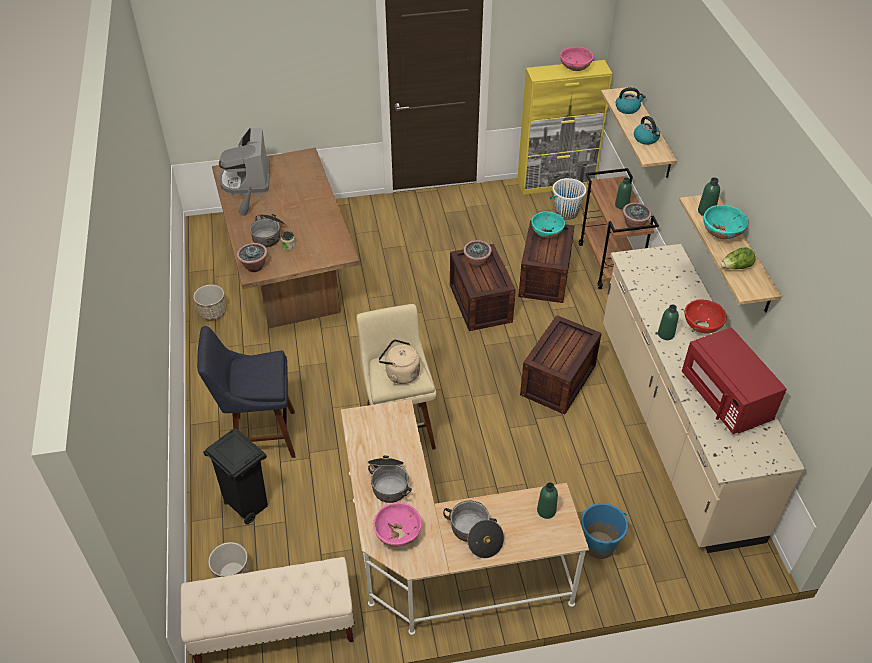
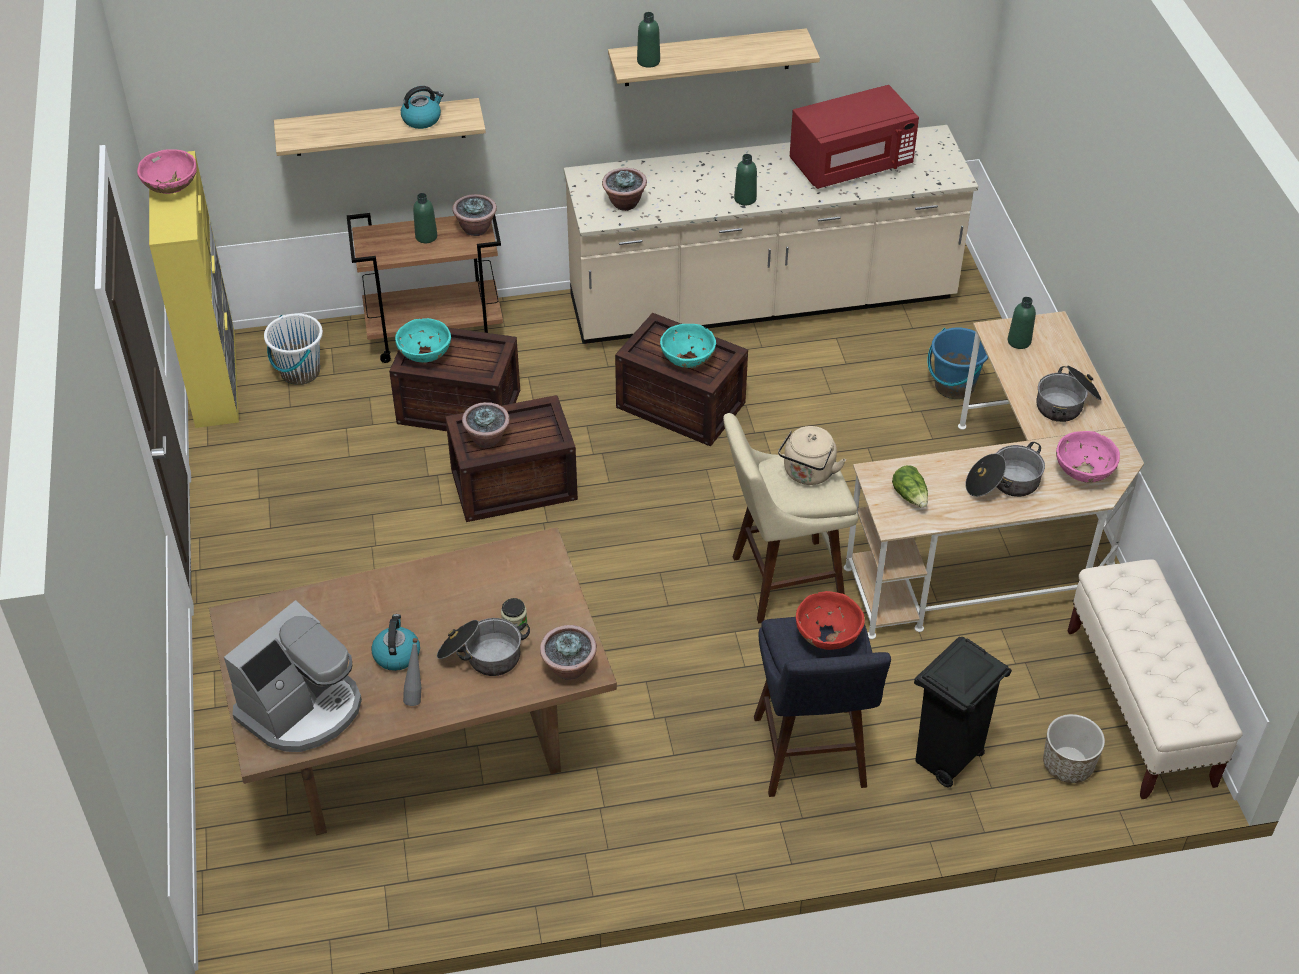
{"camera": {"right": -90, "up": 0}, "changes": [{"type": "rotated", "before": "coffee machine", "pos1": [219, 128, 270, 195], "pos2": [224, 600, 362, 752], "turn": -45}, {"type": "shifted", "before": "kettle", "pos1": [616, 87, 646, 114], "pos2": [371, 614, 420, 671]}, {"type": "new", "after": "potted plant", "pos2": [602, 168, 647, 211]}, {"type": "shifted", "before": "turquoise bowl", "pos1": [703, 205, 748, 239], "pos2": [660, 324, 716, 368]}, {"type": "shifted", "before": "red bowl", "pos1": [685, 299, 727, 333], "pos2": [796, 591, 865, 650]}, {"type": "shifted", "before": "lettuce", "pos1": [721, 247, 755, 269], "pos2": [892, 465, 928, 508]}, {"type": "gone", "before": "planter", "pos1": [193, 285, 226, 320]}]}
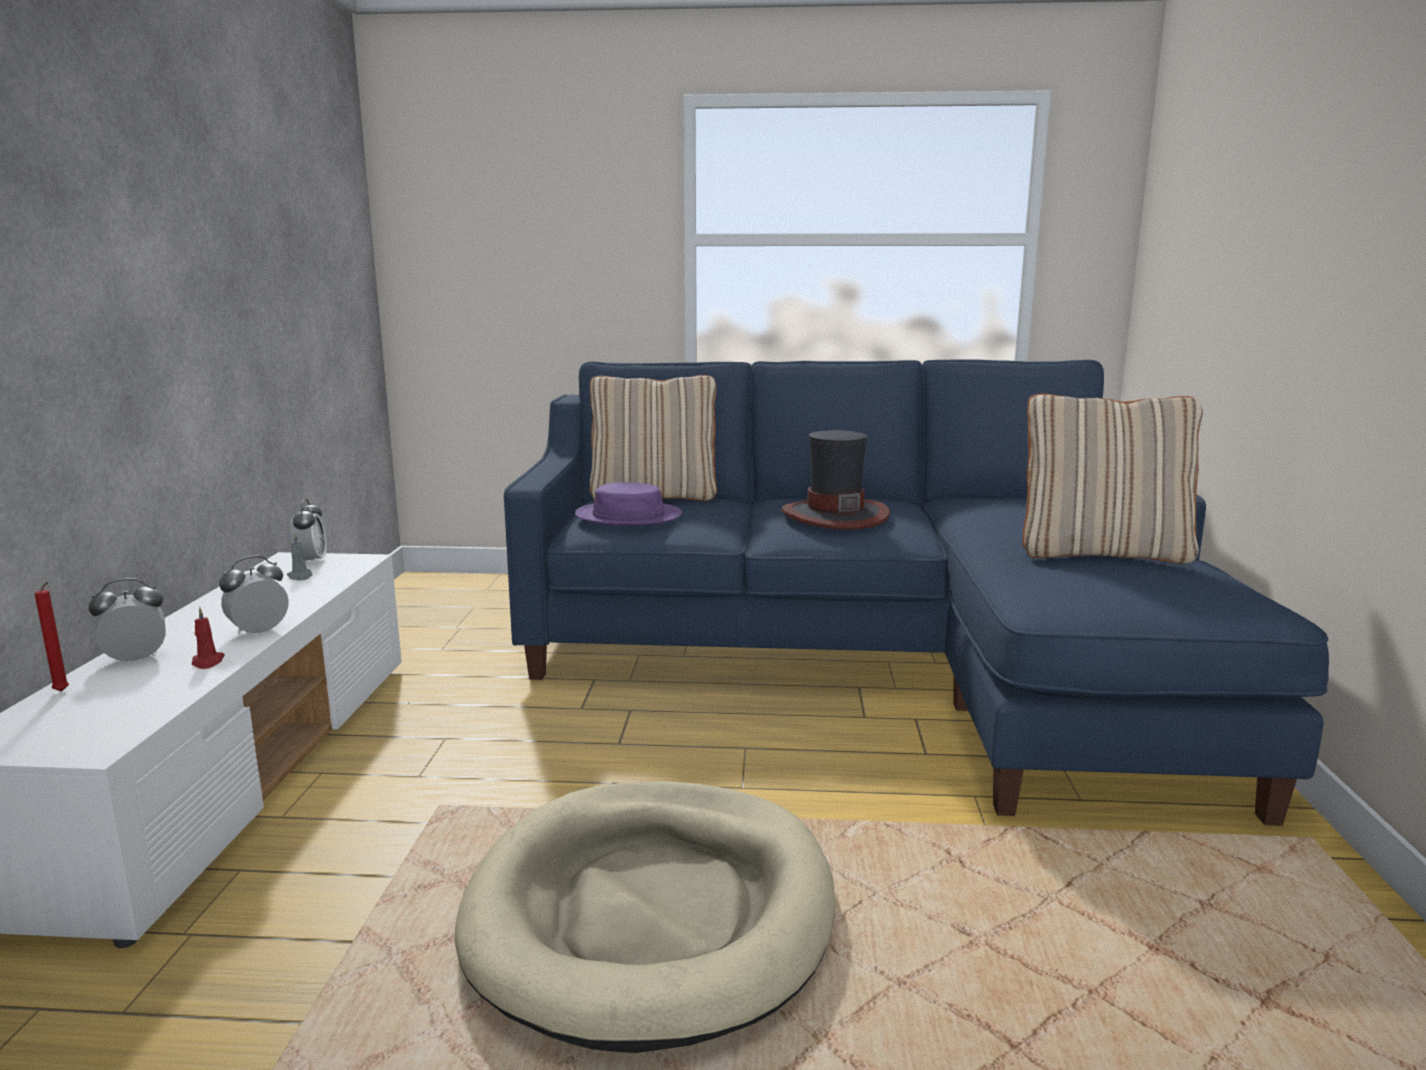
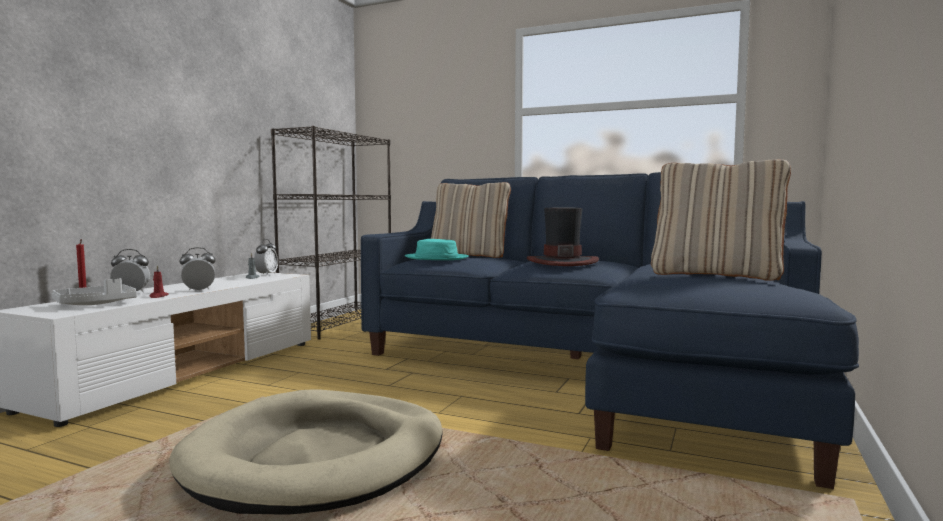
{"camera": {"right": 20, "up": -10}, "changes": [{"type": "new", "after": "grey tray", "pos2": [52, 278, 137, 305]}, {"type": "new", "after": "black bookcase", "pos2": [271, 126, 391, 340]}, {"type": "repainted", "before": "purple hat", "after": "turquoise hat", "pos1": [575, 482, 682, 526], "pos2": [405, 239, 468, 260]}]}
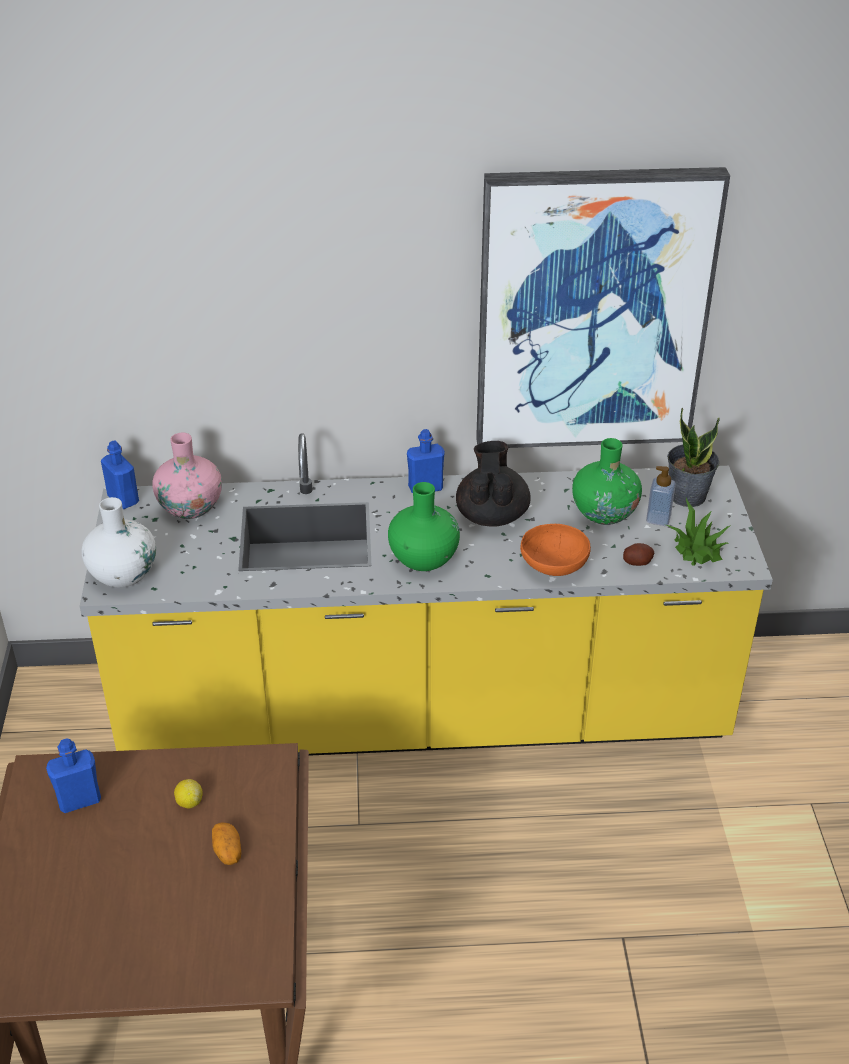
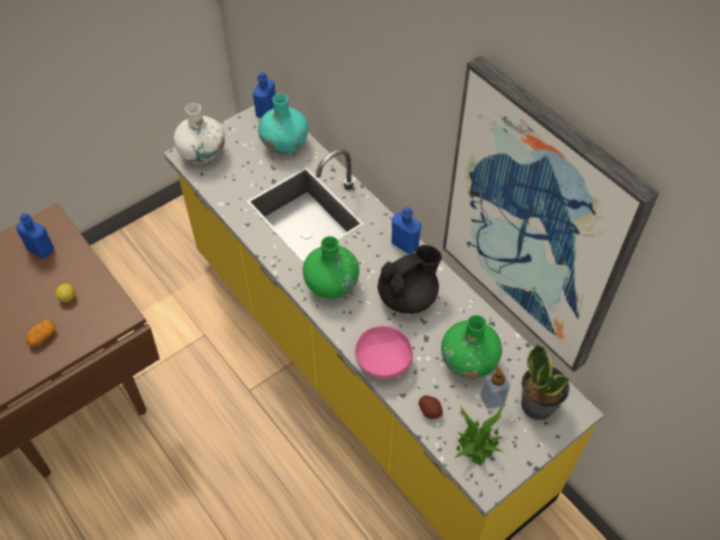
{"camera": {"right": 55, "up": 15}, "changes": [{"type": "repainted", "before": "pink vase", "after": "turquoise vase", "pos1": [152, 433, 222, 519], "pos2": [258, 94, 308, 154]}, {"type": "repainted", "before": "orange bowl", "after": "pink bowl", "pos1": [520, 524, 591, 576], "pos2": [355, 326, 413, 379]}]}
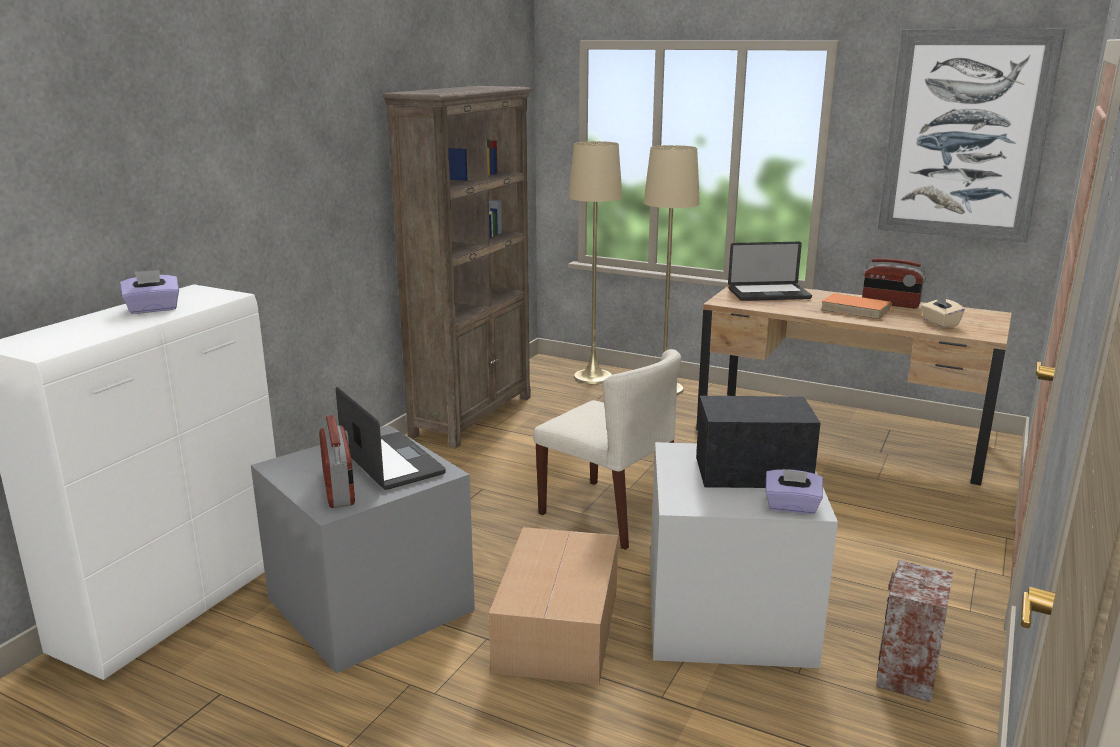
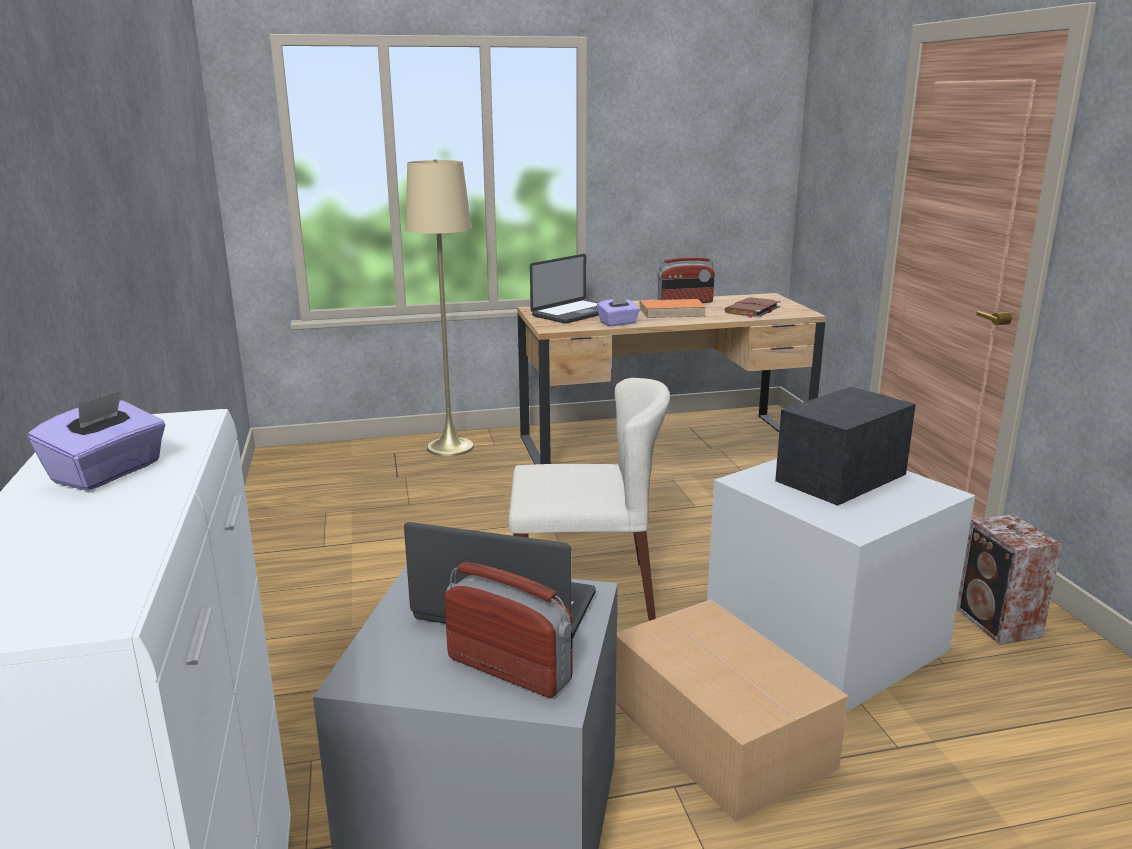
{"camera": {"right": -40, "up": 0}, "changes": [{"type": "shifted", "before": "purple tissue box", "pos1": [765, 469, 823, 514], "pos2": [597, 294, 640, 326]}, {"type": "swapped", "before": "beige tissue box", "after": "brown book", "pos1": [921, 294, 965, 328], "pos2": [724, 297, 781, 318]}, {"type": "gone", "before": "brown bookcase", "pos1": [383, 86, 531, 448]}, {"type": "gone", "before": "beige floor lamp", "pos1": [569, 141, 622, 384]}, {"type": "gone", "before": "picture", "pos1": [878, 29, 1065, 243]}]}
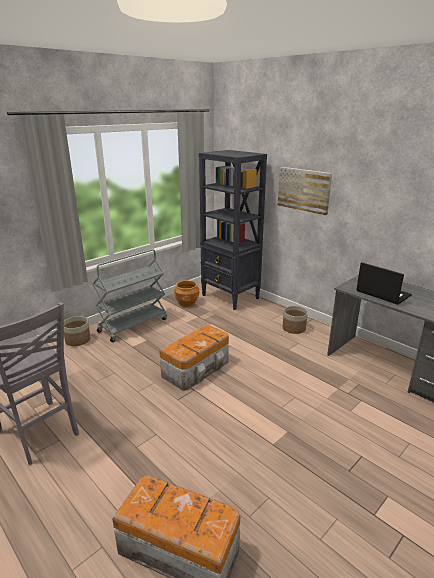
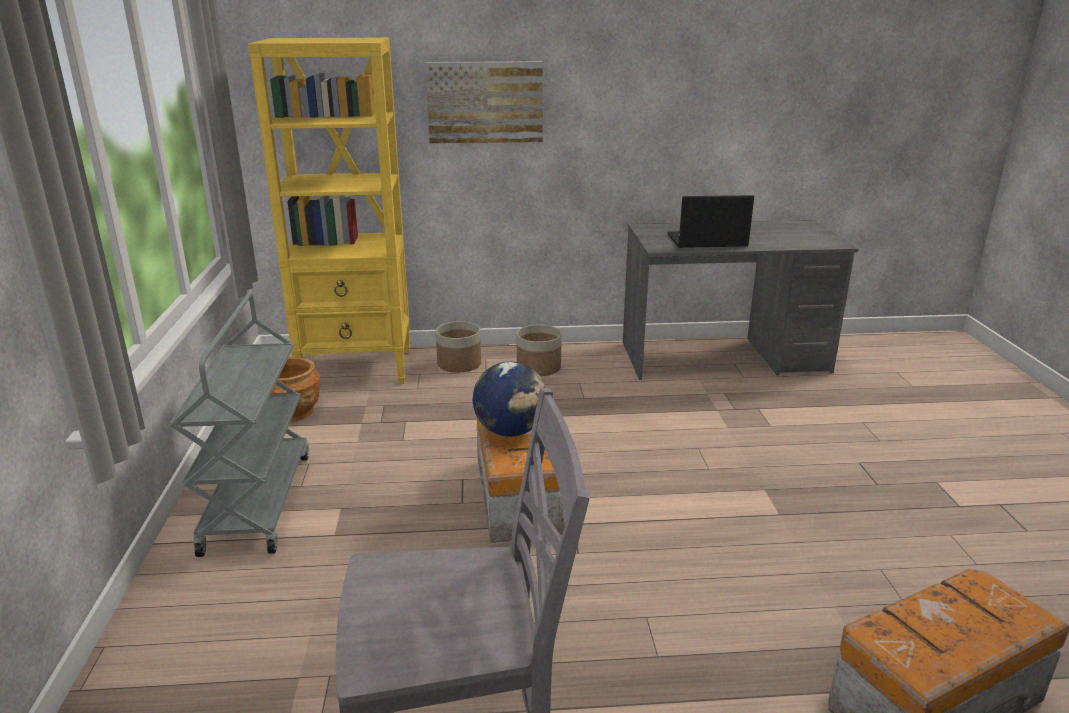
{"camera": {"right": -50, "up": 0}, "changes": [{"type": "repainted", "before": "black bookcase", "after": "yellow bookcase", "pos1": [199, 150, 267, 310], "pos2": [248, 38, 410, 384]}, {"type": "shifted", "before": "planter", "pos1": [64, 316, 91, 346], "pos2": [436, 321, 481, 372]}, {"type": "new", "after": "globe", "pos2": [473, 362, 546, 437]}]}
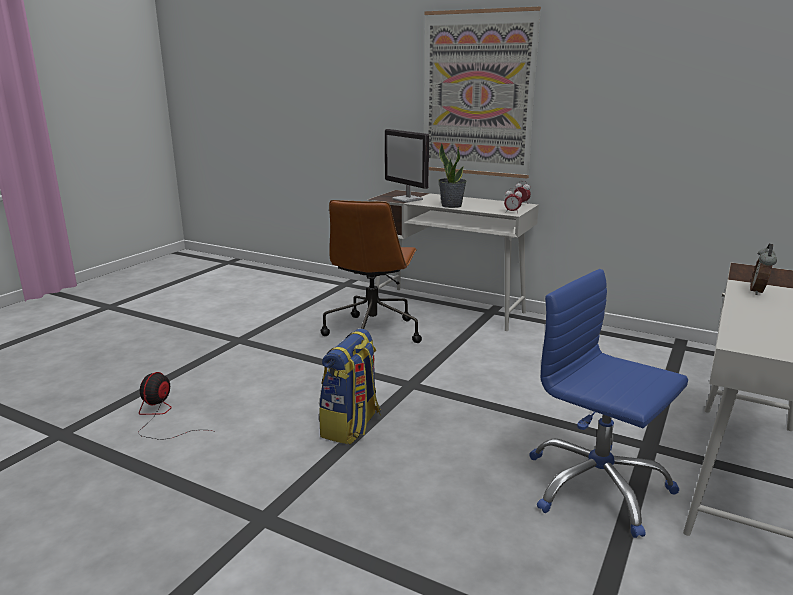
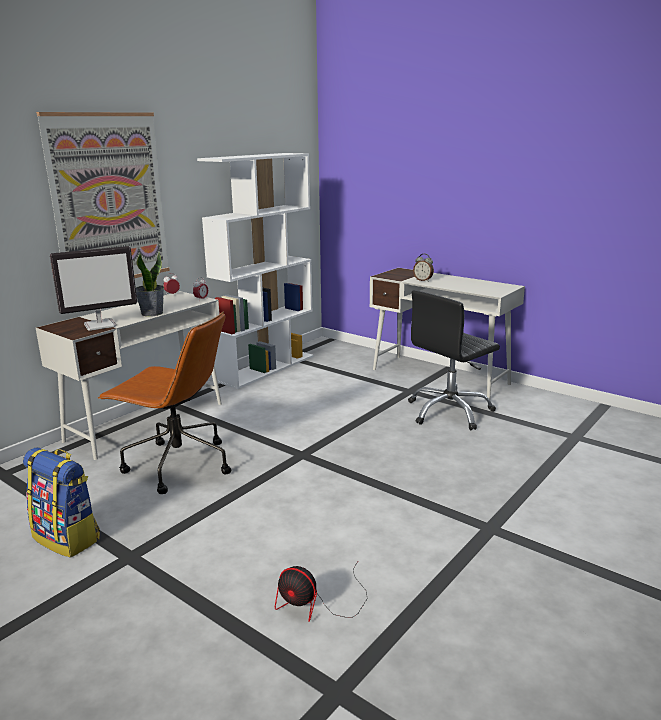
{"camera": {"right": -80, "up": 0}, "changes": [{"type": "shifted", "before": "backpack", "pos1": [319, 328, 381, 444], "pos2": [23, 447, 100, 558]}, {"type": "new", "after": "white bookcase", "pos2": [197, 153, 314, 389]}, {"type": "repainted", "before": "blue office chair", "after": "black office chair", "pos1": [529, 269, 688, 538], "pos2": [408, 290, 500, 430]}]}
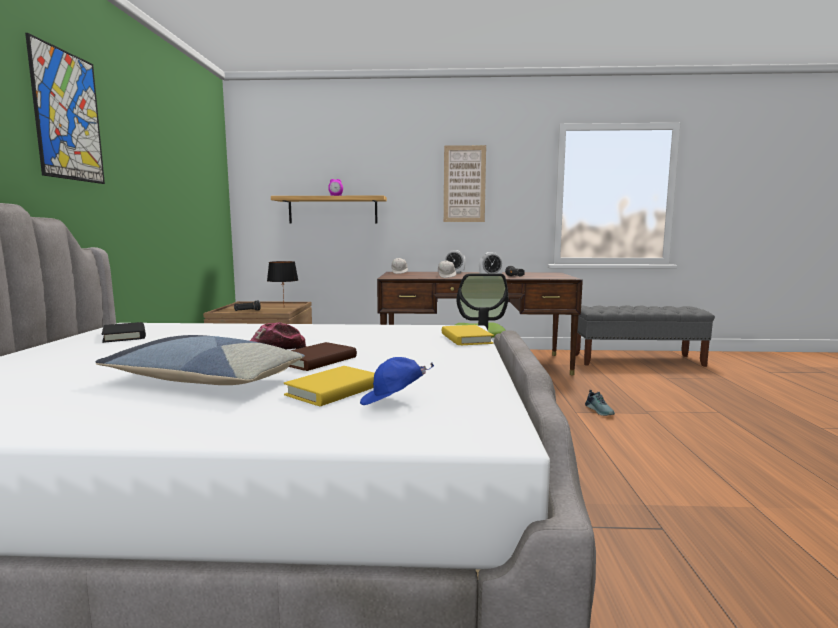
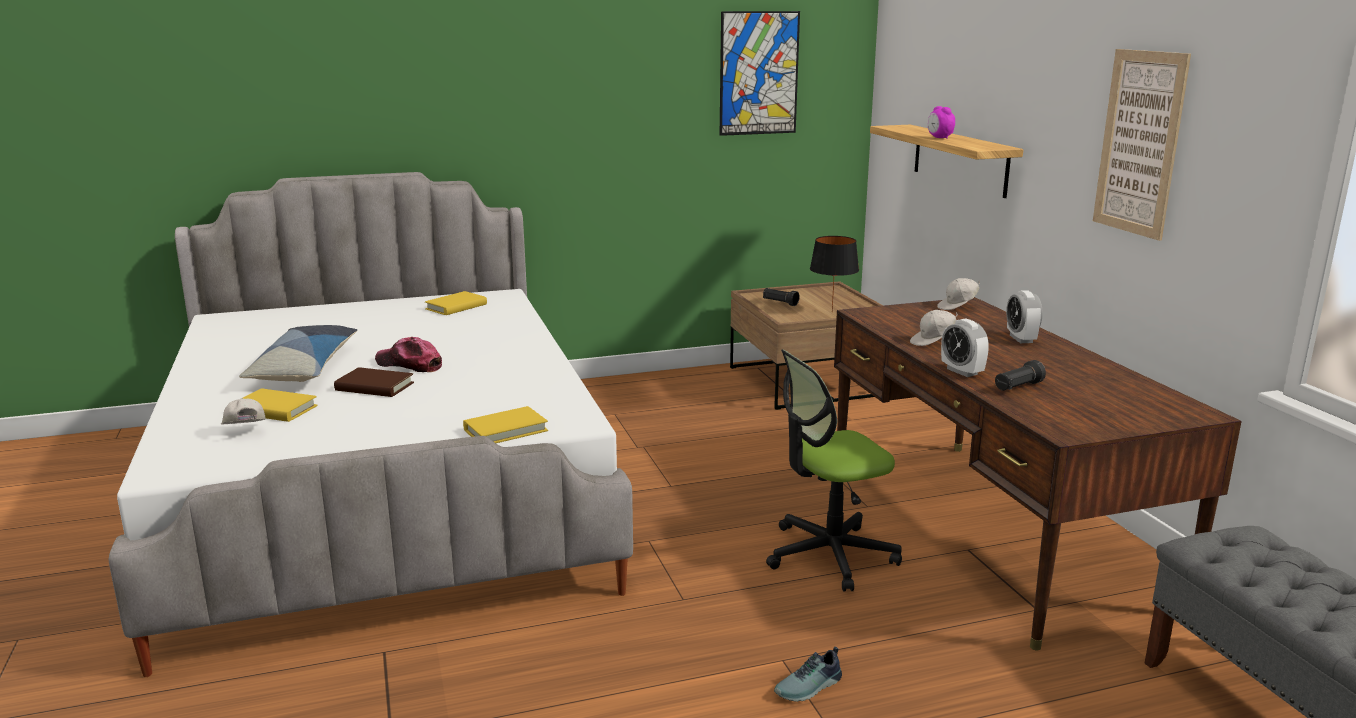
{"camera": {"right": 70, "up": 10}, "changes": [{"type": "repainted", "before": "blue cap", "after": "white cap", "pos1": [360, 357, 434, 405], "pos2": [221, 398, 266, 424]}, {"type": "repainted", "before": "black book", "after": "yellow book", "pos1": [102, 322, 146, 343], "pos2": [425, 291, 487, 315]}, {"type": "shifted", "before": "picture", "pos1": [25, 33, 105, 184], "pos2": [720, 11, 800, 136]}]}
